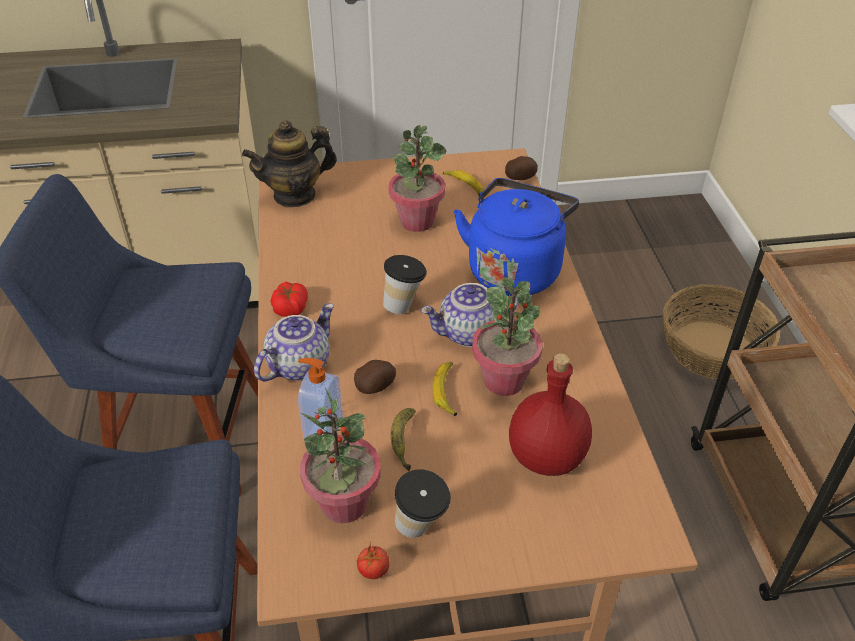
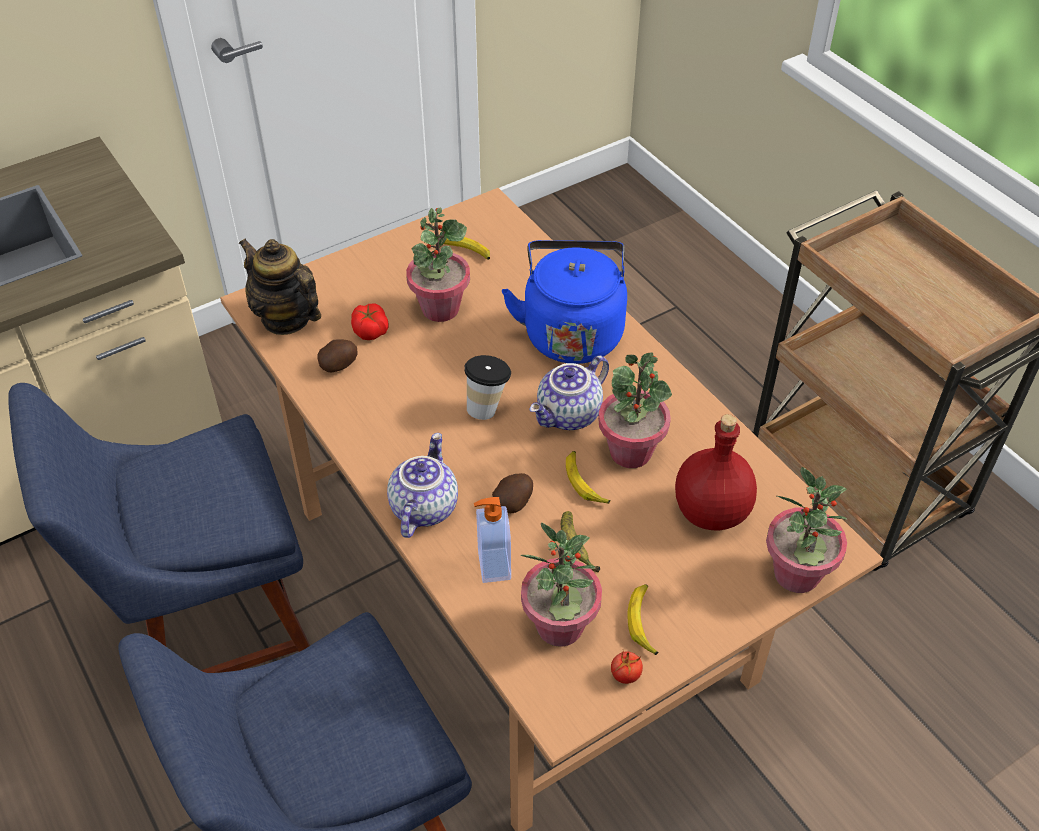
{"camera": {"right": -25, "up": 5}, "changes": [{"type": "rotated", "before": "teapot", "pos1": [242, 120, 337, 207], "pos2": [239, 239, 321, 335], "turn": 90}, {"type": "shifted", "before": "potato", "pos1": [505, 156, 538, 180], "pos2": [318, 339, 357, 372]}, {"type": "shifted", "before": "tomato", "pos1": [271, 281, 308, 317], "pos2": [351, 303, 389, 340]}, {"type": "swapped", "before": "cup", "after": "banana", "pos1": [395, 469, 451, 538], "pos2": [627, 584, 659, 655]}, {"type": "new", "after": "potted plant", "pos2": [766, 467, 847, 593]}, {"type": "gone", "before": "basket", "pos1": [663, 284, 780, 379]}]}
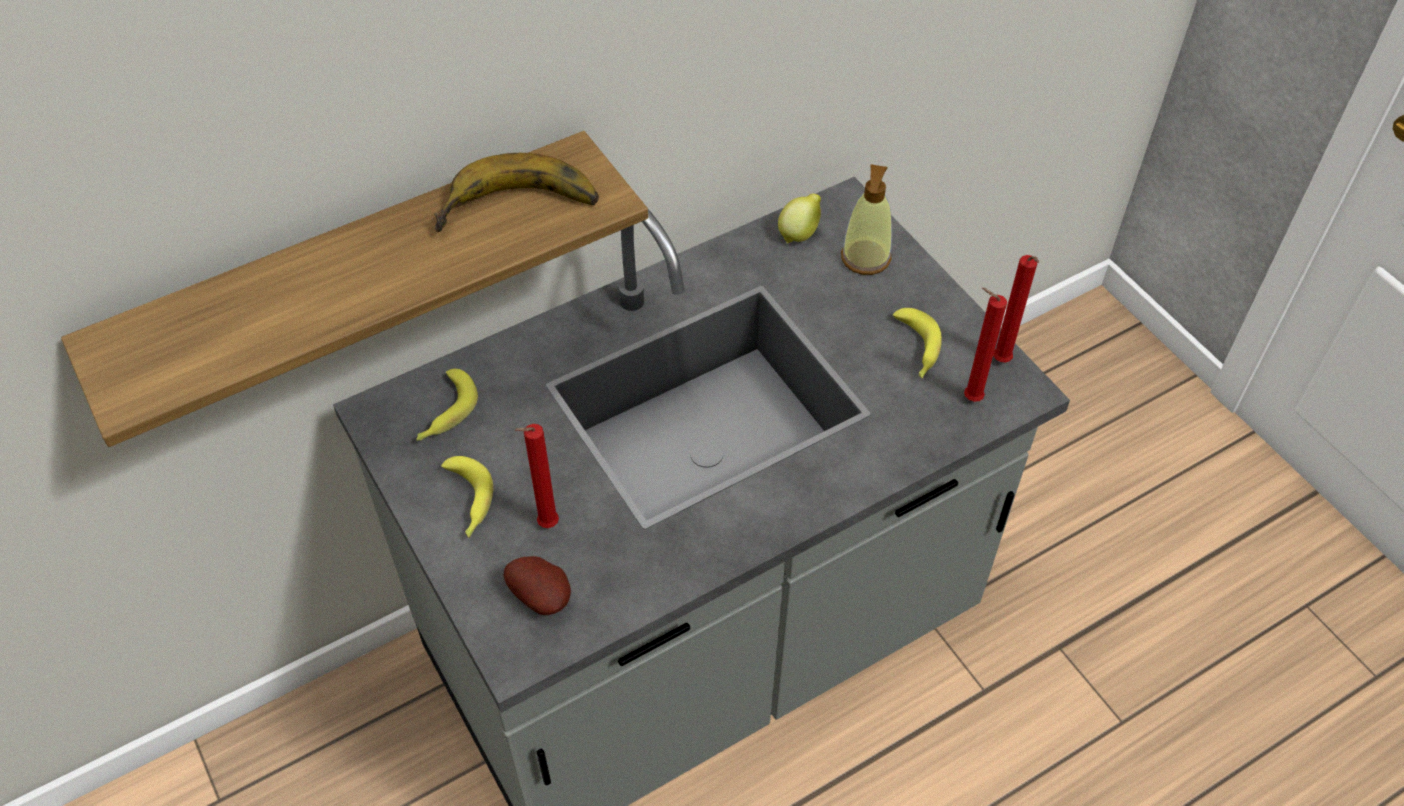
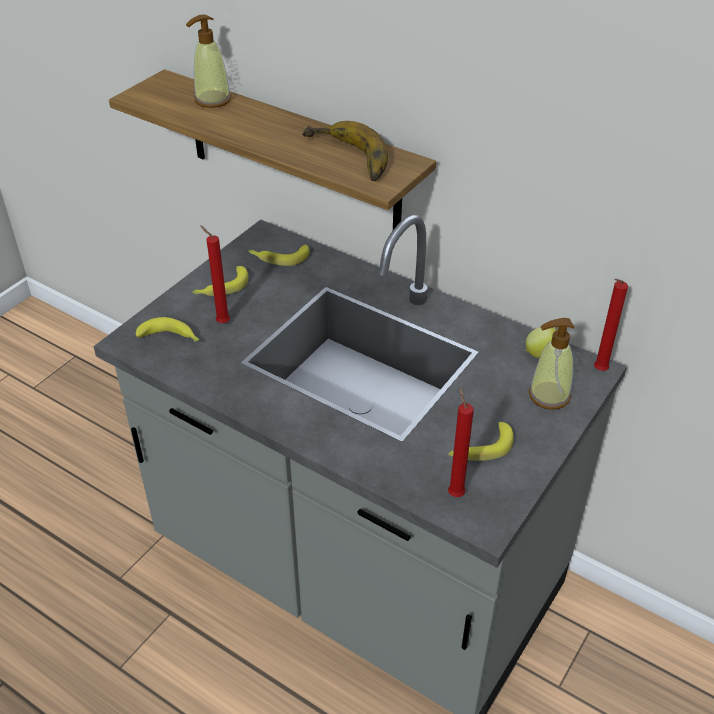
{"camera": {"right": 65, "up": -10}, "changes": [{"type": "swapped", "before": "potato", "after": "banana", "pos1": [504, 556, 571, 615], "pos2": [136, 317, 200, 342]}, {"type": "new", "after": "soap dispenser", "pos2": [186, 14, 231, 108]}, {"type": "shifted", "before": "red candle", "pos1": [993, 255, 1039, 363], "pos2": [594, 279, 628, 371]}]}
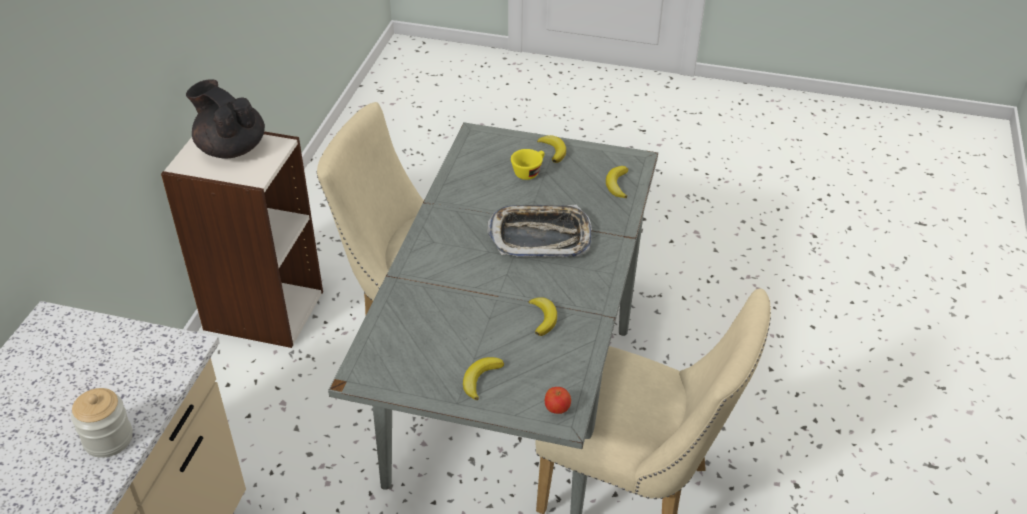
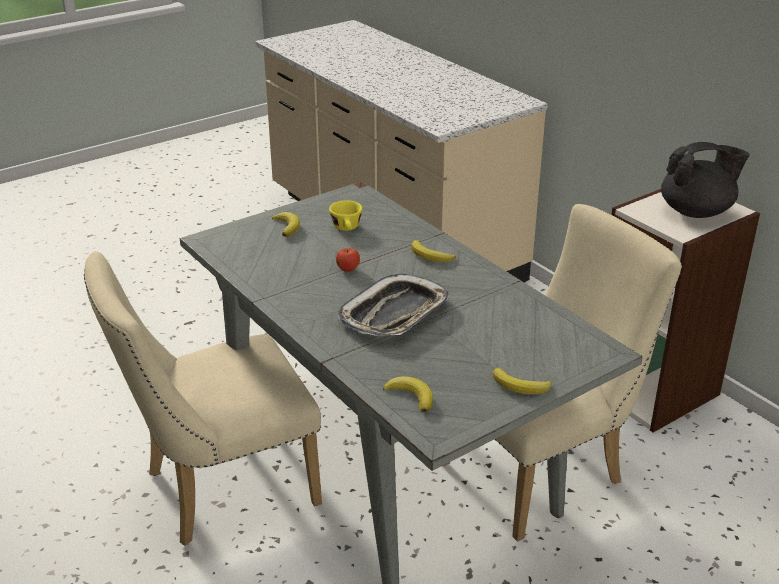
{"camera": {"right": 130, "up": -10}, "changes": [{"type": "shifted", "before": "yellow cup", "pos1": [511, 149, 545, 180], "pos2": [329, 200, 362, 231]}, {"type": "shifted", "before": "apple", "pos1": [545, 387, 571, 414], "pos2": [336, 248, 360, 272]}, {"type": "shifted", "before": "banana", "pos1": [529, 297, 557, 336], "pos2": [411, 240, 456, 262]}, {"type": "gone", "before": "jar", "pos1": [71, 388, 133, 458]}]}
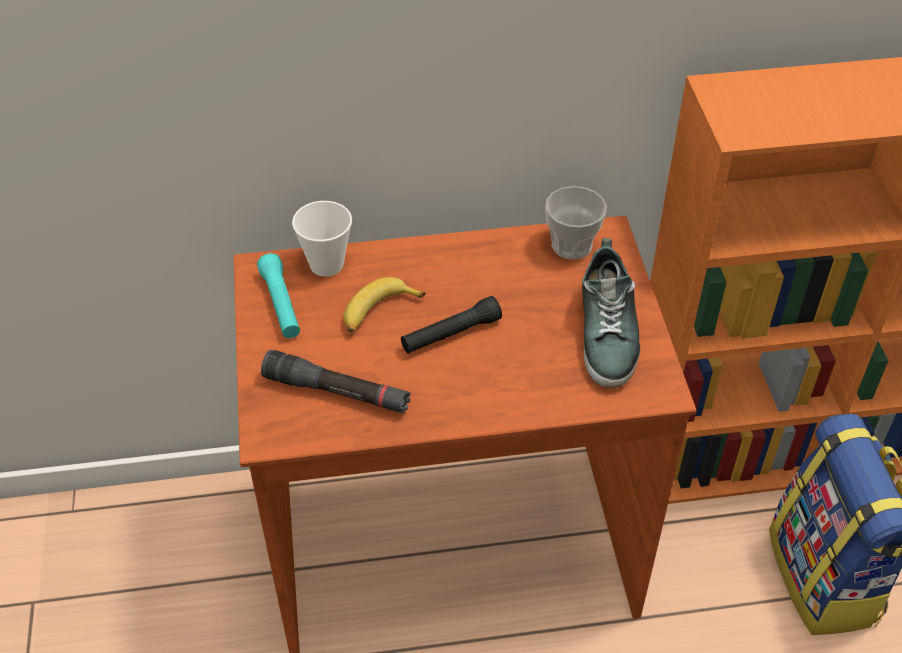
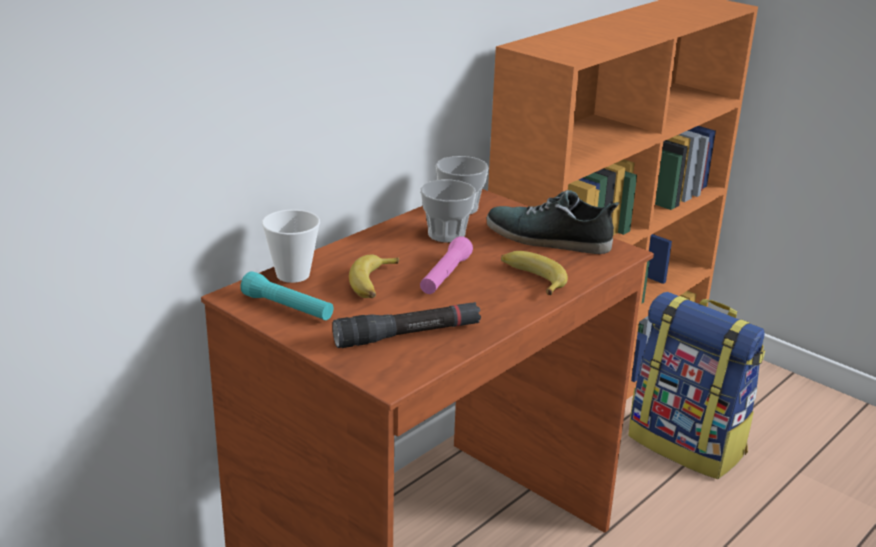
{"camera": {"right": -40, "up": -20}, "changes": [{"type": "new", "after": "cup", "pos2": [420, 179, 476, 243]}, {"type": "repainted", "before": "black flashlight", "after": "pink flashlight", "pos1": [401, 296, 502, 353], "pos2": [420, 236, 473, 294]}, {"type": "rotated", "before": "shoe", "pos1": [582, 238, 640, 388], "pos2": [487, 190, 619, 254], "turn": 150}, {"type": "new", "after": "banana", "pos2": [501, 251, 568, 295]}]}
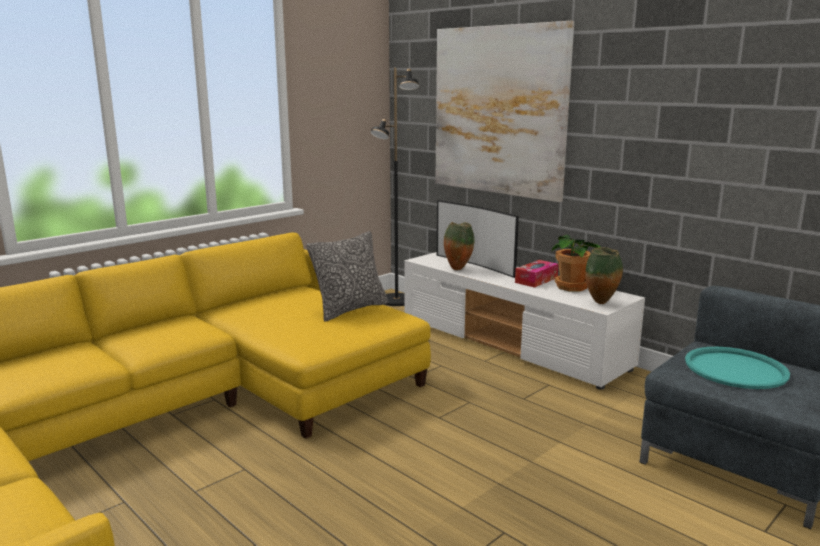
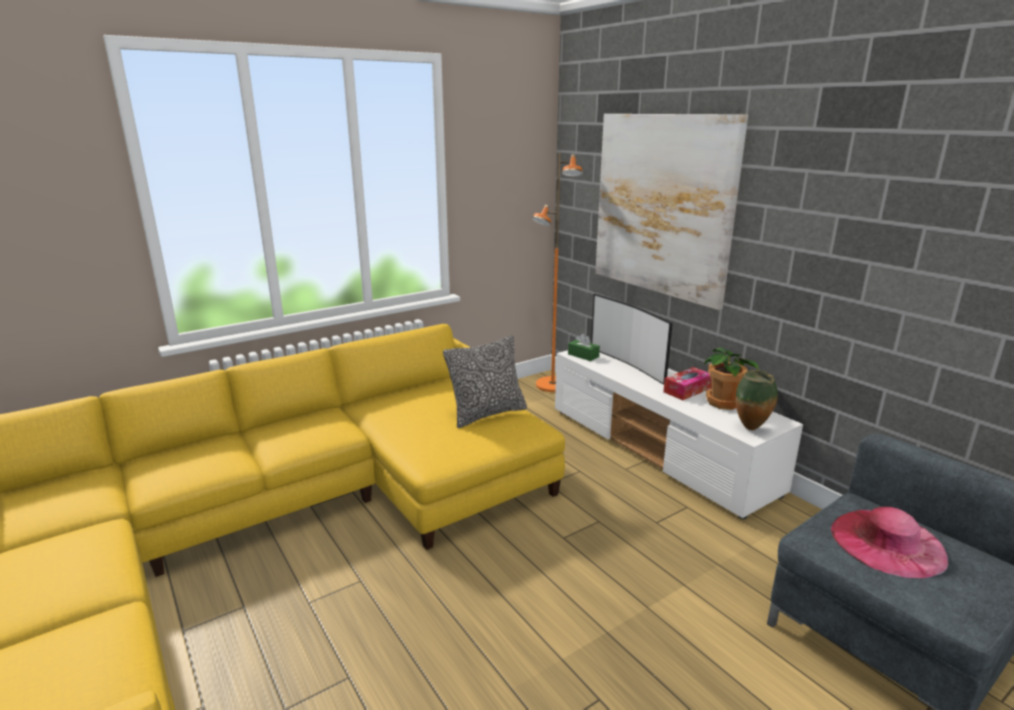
{"camera": {"right": 10, "up": 5}, "changes": [{"type": "repainted", "before": "black floor lamp", "after": "orange floor lamp", "pos1": [370, 68, 419, 306], "pos2": [532, 153, 583, 392]}, {"type": "new", "after": "green tissue box", "pos2": [568, 333, 600, 361]}, {"type": "swapped", "before": "turquoise tray", "after": "pink hat", "pos1": [685, 347, 790, 389], "pos2": [831, 507, 948, 578]}, {"type": "gone", "before": "vase", "pos1": [444, 222, 475, 270]}]}
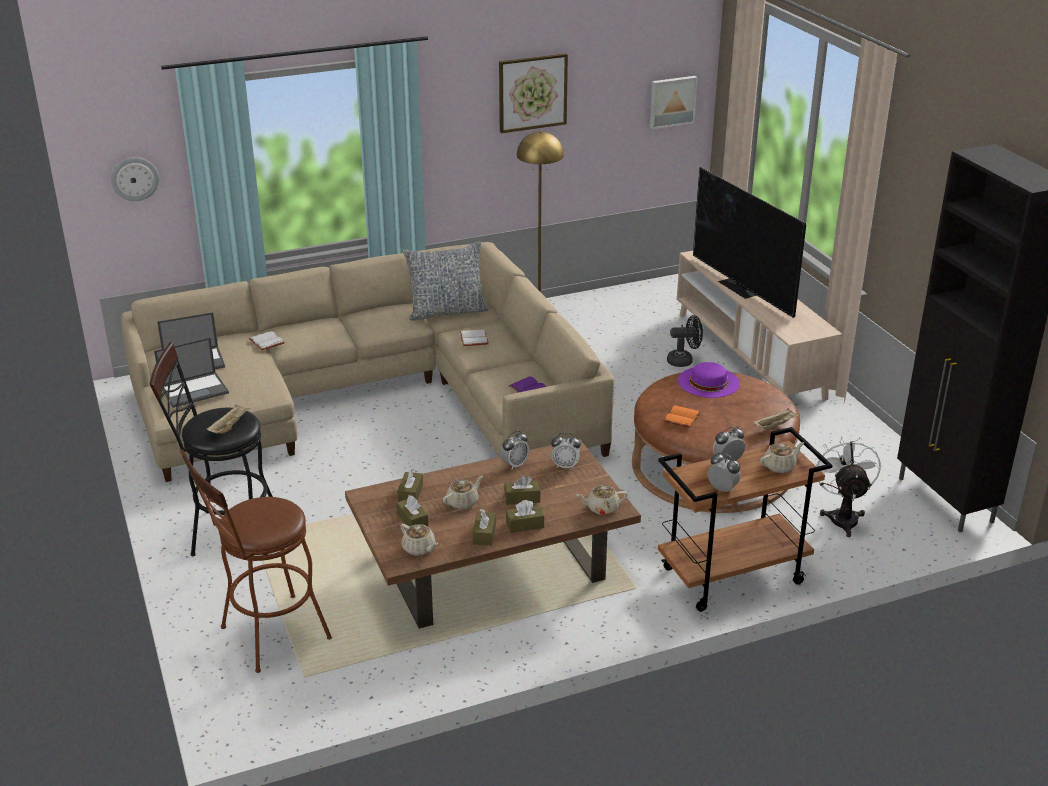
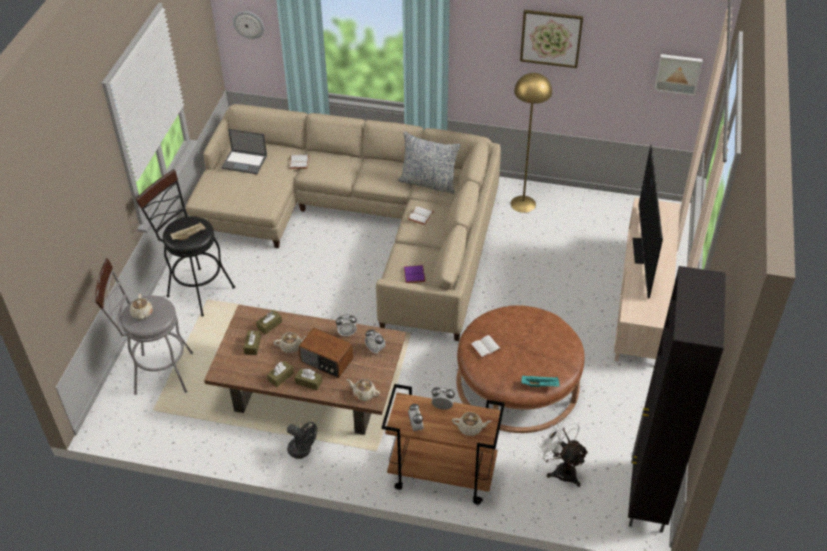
{"camera": {"right": 35, "up": 15}, "changes": [{"type": "repainted", "before": "brown stool", "after": "grey stool", "pos1": [179, 449, 332, 673], "pos2": [95, 258, 193, 395]}, {"type": "shifted", "before": "beige teapot", "pos1": [400, 524, 438, 556], "pos2": [130, 294, 153, 320]}, {"type": "shifted", "before": "black fan", "pos1": [667, 315, 703, 367], "pos2": [287, 422, 317, 459]}, {"type": "swapped", "before": "brown tissue box", "after": "radio", "pos1": [504, 475, 541, 505], "pos2": [298, 328, 353, 378]}, {"type": "repainted", "before": "orange book", "after": "white book", "pos1": [664, 405, 701, 428], "pos2": [470, 335, 502, 359]}, {"type": "repainted", "before": "beige tray", "after": "turquoise tray", "pos1": [754, 408, 800, 430], "pos2": [521, 375, 560, 388]}, {"type": "rotated", "before": "white fan", "pos1": [814, 436, 881, 537], "pos2": [536, 417, 589, 487], "turn": -75}, {"type": "gone", "before": "laptop", "pos1": [154, 338, 229, 408]}, {"type": "gone", "before": "purple hat", "pos1": [678, 362, 740, 398]}]}
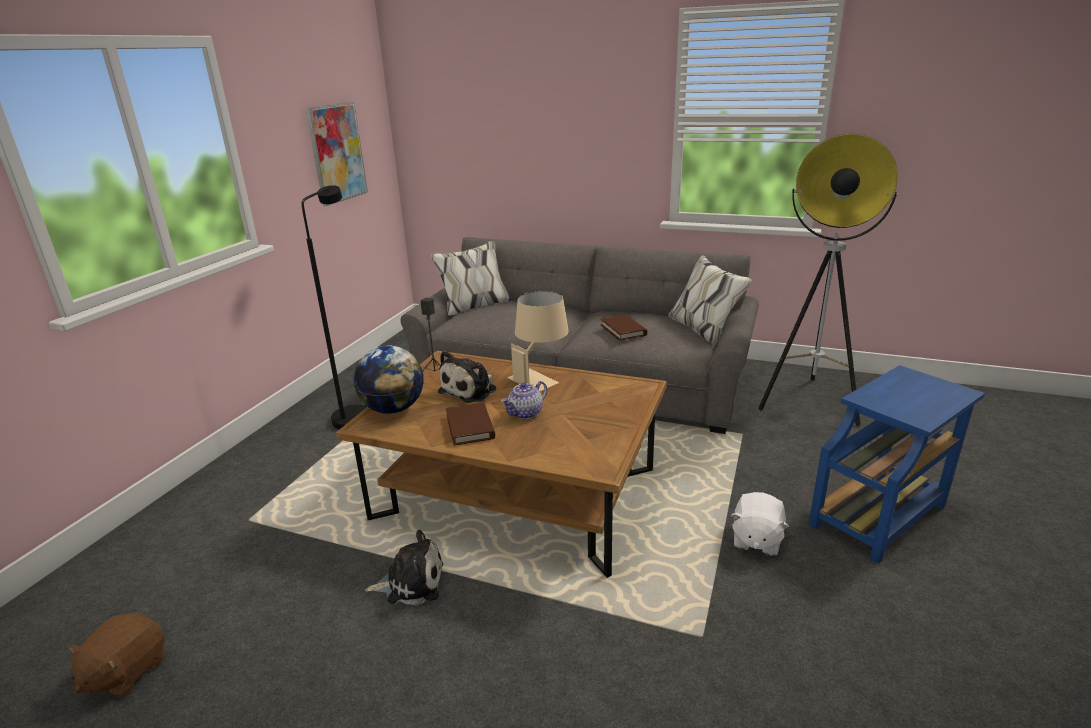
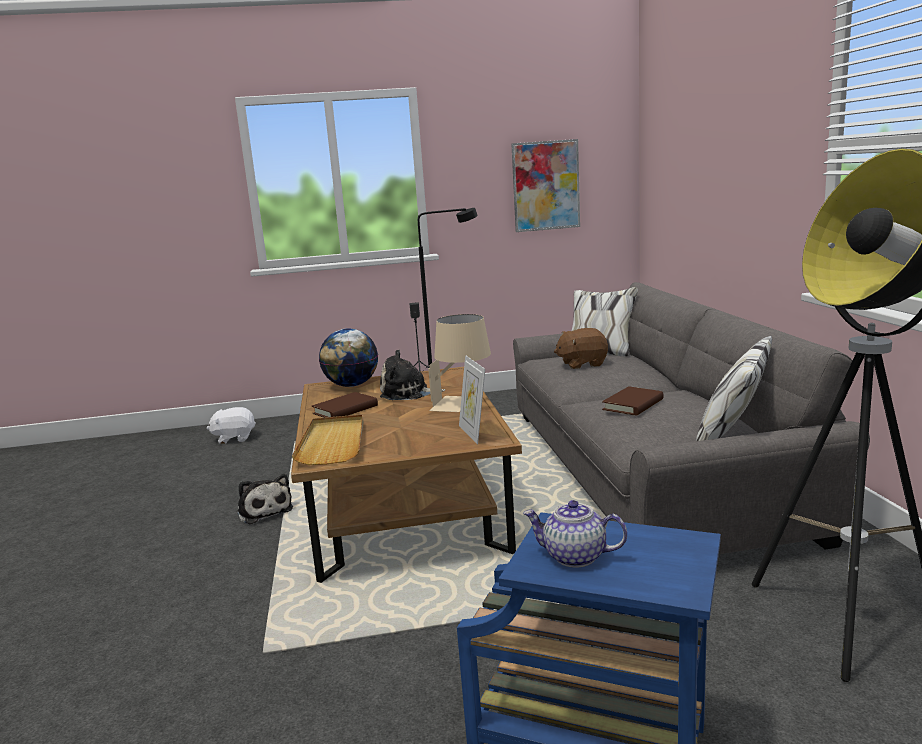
{"camera": {"right": 60, "up": -10}, "changes": [{"type": "shifted", "before": "white plush toy", "pos1": [731, 492, 789, 556], "pos2": [207, 407, 256, 444]}, {"type": "new", "after": "beige tray", "pos2": [292, 414, 363, 465]}, {"type": "new", "after": "picture frame", "pos2": [459, 355, 485, 444]}, {"type": "shifted", "before": "teapot", "pos1": [501, 381, 547, 419], "pos2": [523, 500, 627, 568]}, {"type": "shifted", "before": "brown plush toy", "pos1": [68, 613, 164, 697], "pos2": [554, 328, 608, 369]}]}
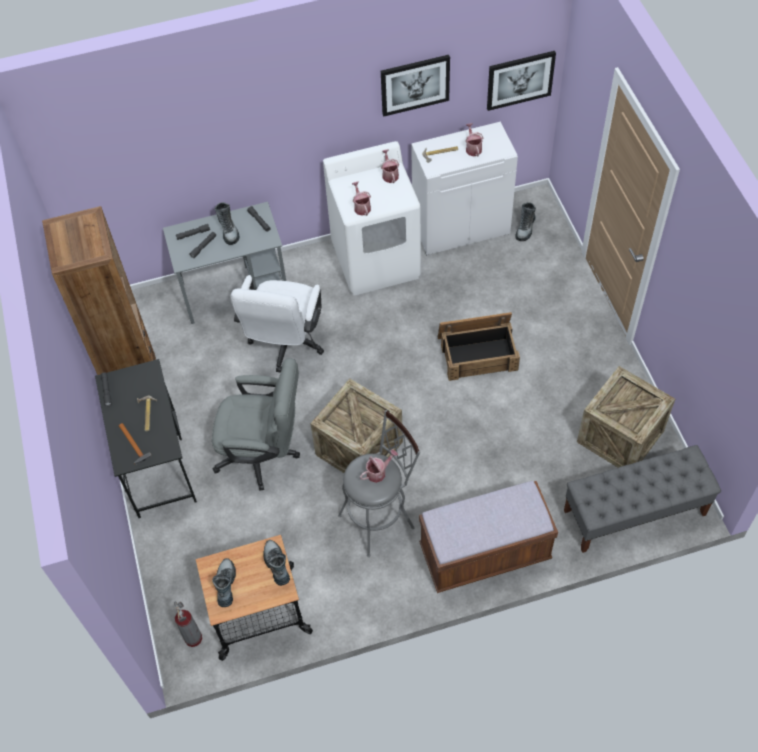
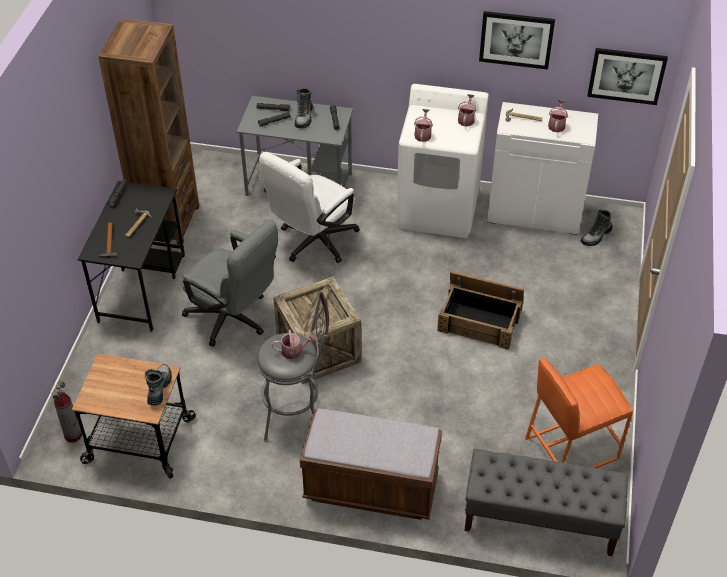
{"camera": {"right": 25, "up": -10}, "changes": [{"type": "swapped", "before": "crate", "after": "orange stool", "pos1": [577, 366, 675, 468], "pos2": [525, 357, 633, 468]}, {"type": "gone", "before": "boot", "pos1": [212, 558, 236, 607]}]}
